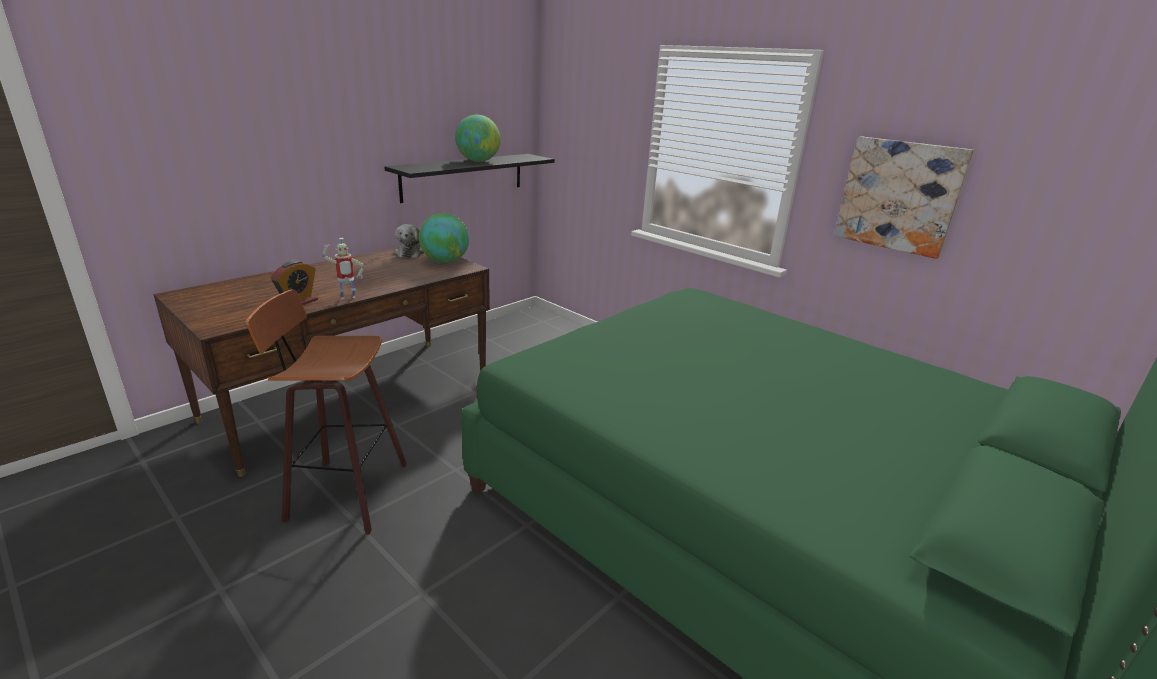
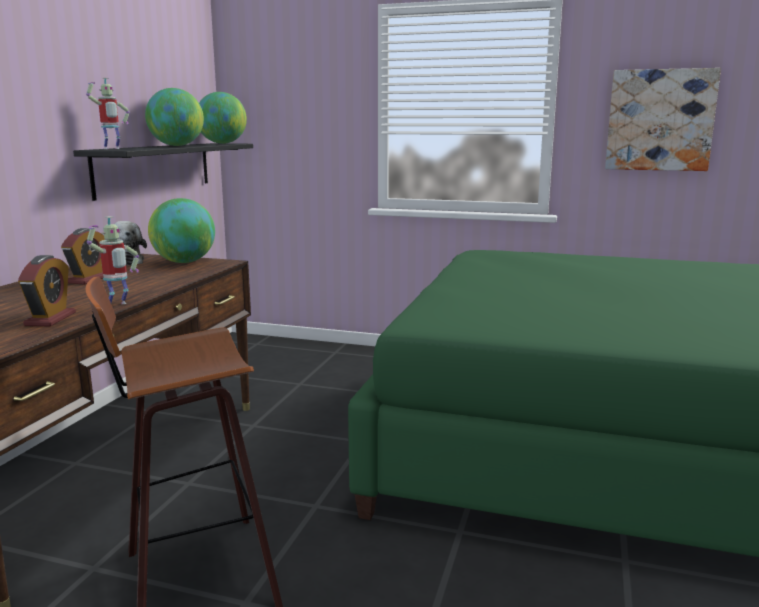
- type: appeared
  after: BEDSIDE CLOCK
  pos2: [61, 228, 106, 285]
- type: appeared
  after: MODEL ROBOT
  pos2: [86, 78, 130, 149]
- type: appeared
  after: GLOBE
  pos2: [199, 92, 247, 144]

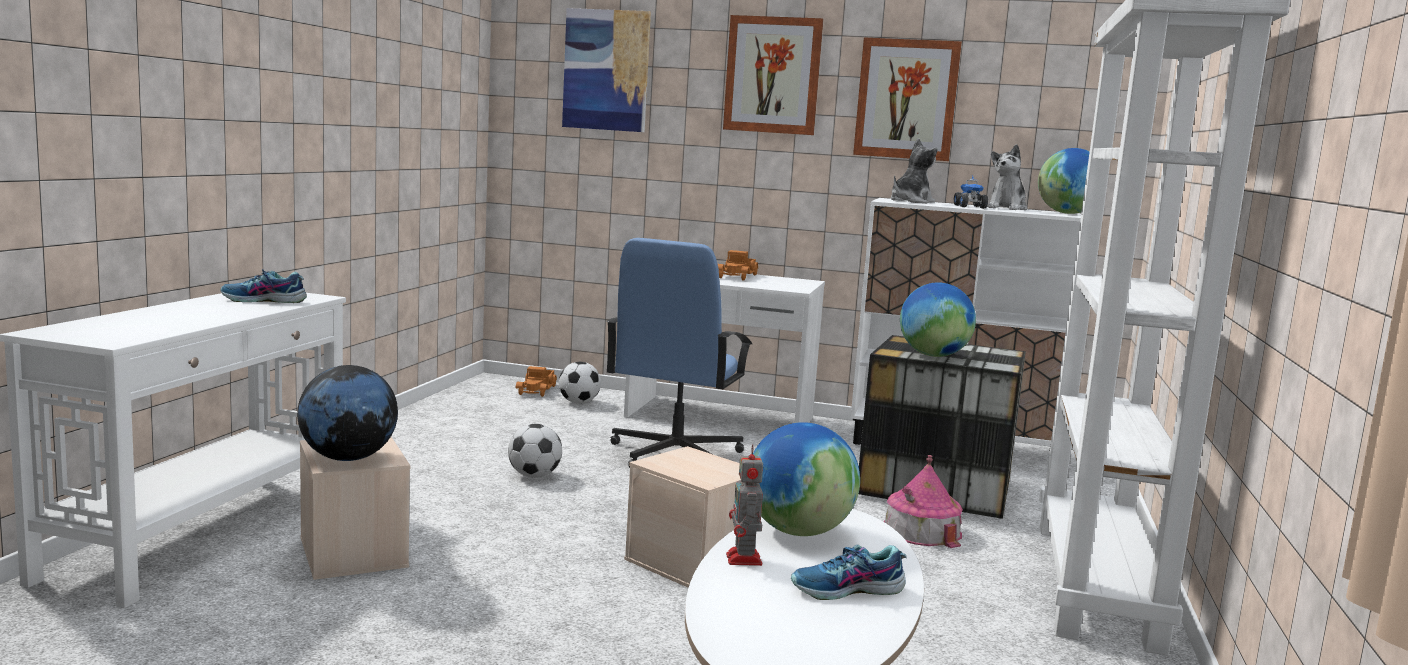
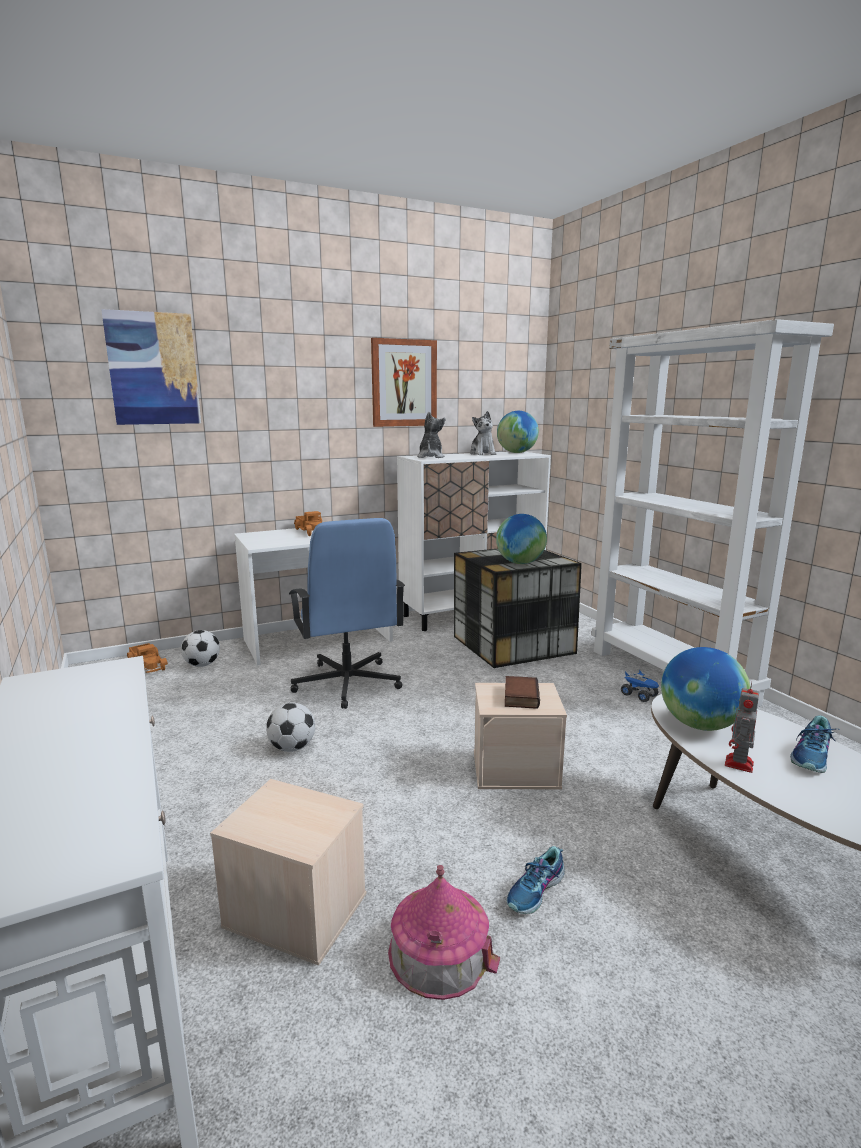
- type: relocated
  before: LOW SHOE
  pos1: [220, 269, 307, 303]
  pos2: [507, 846, 565, 914]
- type: missing
  before: GLOBE
  pos1: [297, 365, 398, 461]
- type: missing
  before: WALL ART
  pos1: [723, 15, 824, 135]
- type: spun
  before: MODEL ROBOT
  pos1: [726, 444, 763, 566]
  pos2: [725, 682, 759, 773]
  turn: 75
- type: relocated
  before: MINIATURE HOUSE
  pos1: [883, 455, 963, 548]
  pos2: [388, 865, 500, 1000]
- type: relocated
  before: TOY LORRY
  pos1: [954, 176, 988, 209]
  pos2: [621, 670, 659, 702]
- type: appeared
  after: BOOK
  pos2: [505, 676, 540, 709]

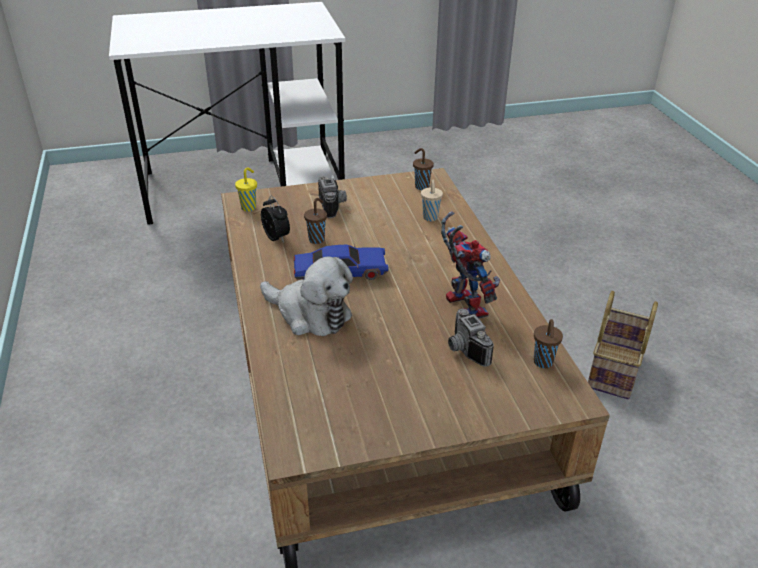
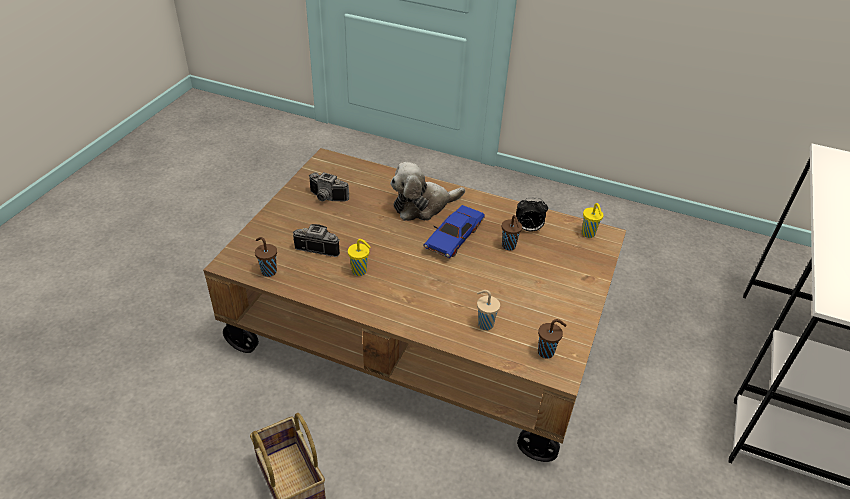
- type: relocated
  before: STILL CAMERA
  pos1: [318, 177, 347, 218]
  pos2: [309, 172, 349, 201]
- type: exchanged
  before: MODEL ROBOT
  after: YELLOWISH SMALL CUP
  pos1: [441, 211, 500, 319]
  pos2: [348, 239, 371, 276]

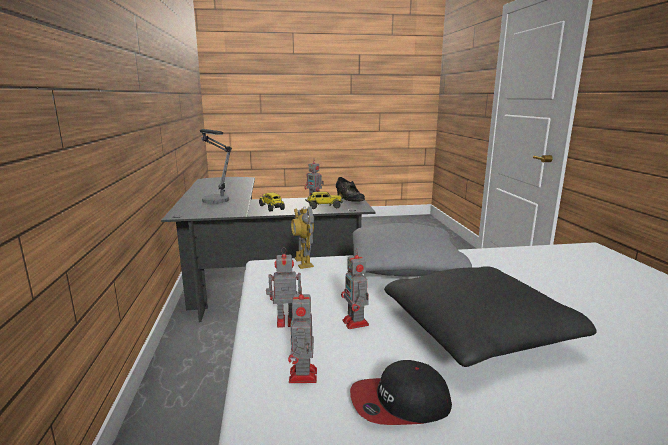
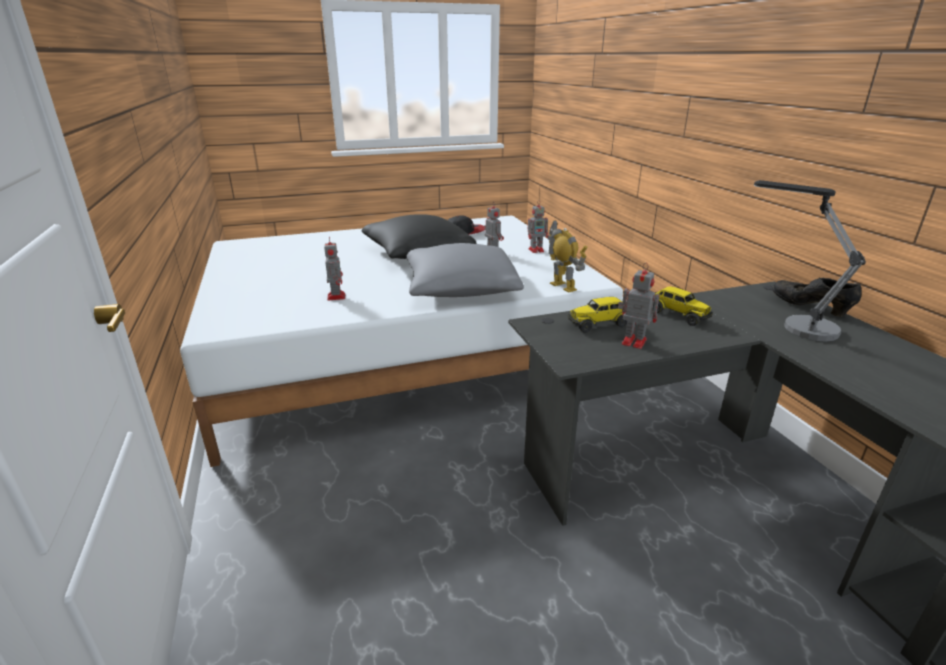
- type: relocated
  before: MODEL ROBOT
  pos1: [288, 287, 317, 383]
  pos2: [324, 237, 345, 300]
- type: relocated
  before: BLACKISH LOW SHOE
  pos1: [336, 177, 365, 202]
  pos2: [772, 278, 862, 317]

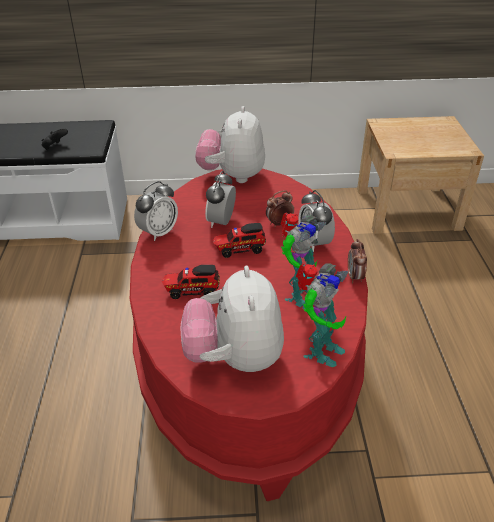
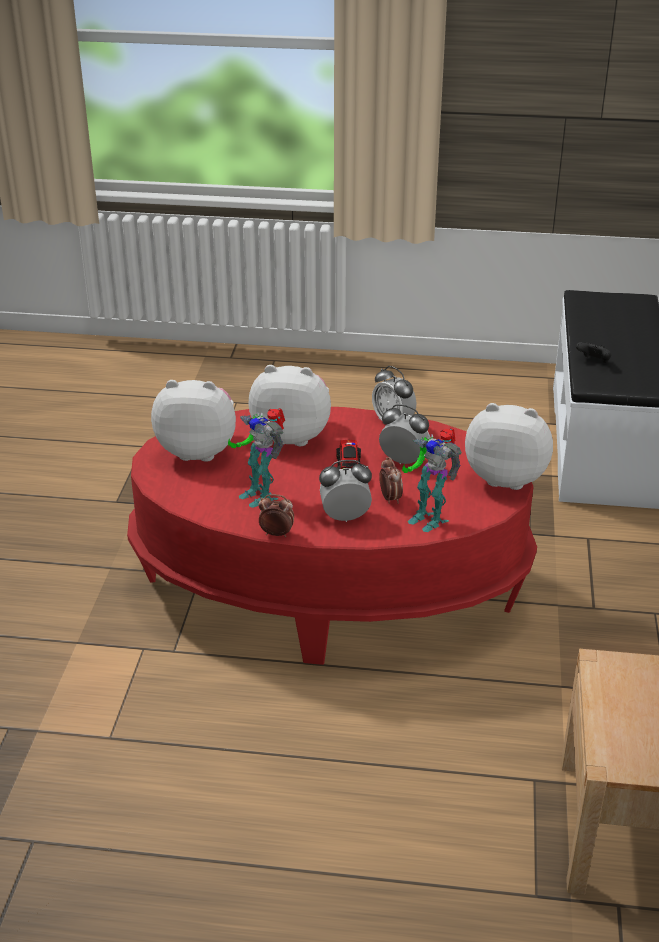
- type: exchanged
  before: TOY LORRY
  after: CUDDLY TOY
  pos1: [162, 265, 220, 299]
  pos2: [248, 365, 331, 446]
- type: relocated
  before: MODEL ROBOT
  pos1: [296, 263, 348, 367]
  pos2: [402, 428, 462, 532]

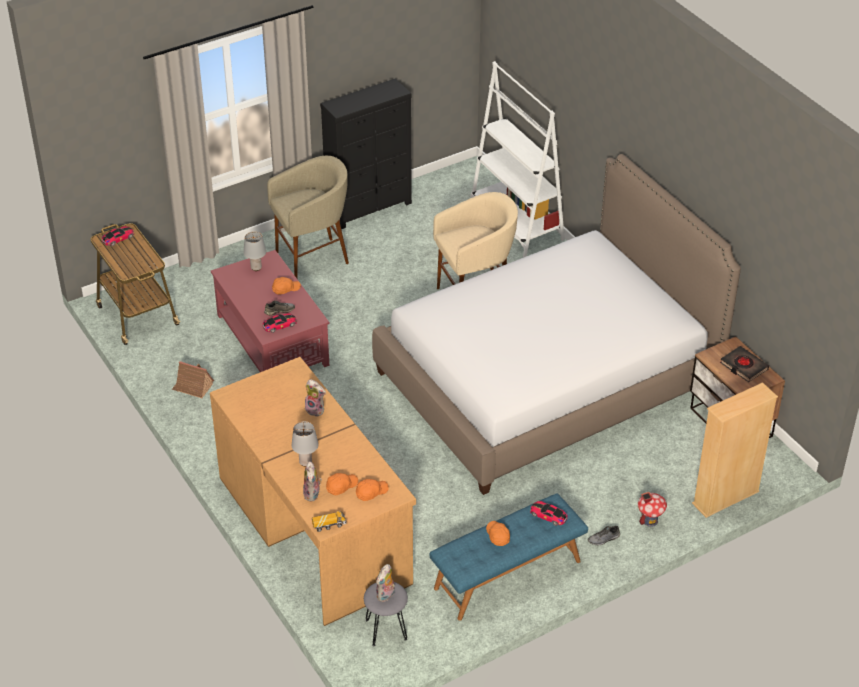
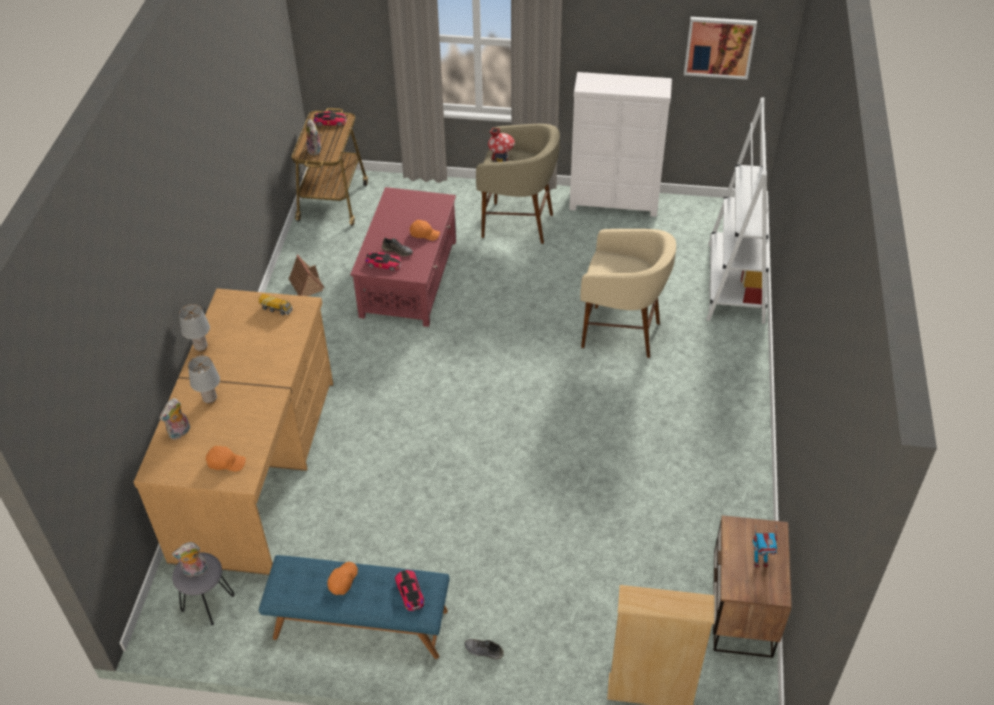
- type: relocated
  before: GRAY LAMP FOR A TABLE
  pos1: [244, 232, 266, 271]
  pos2: [179, 304, 210, 351]
- type: relocated
  before: CUDDLY TOY
  pos1: [305, 379, 326, 417]
  pos2: [306, 119, 322, 156]
- type: relocated
  before: TOY LORRY
  pos1: [312, 511, 346, 532]
  pos2: [258, 294, 293, 315]
- type: colour
  before: BLACKISH DRAWER CHEST
  after: WHITISH DRAWER CHEST
  pos1: [320, 78, 412, 229]
  pos2: [569, 72, 672, 217]
- type: missing
  before: ORANGE-COLOURED CAP
  pos1: [326, 473, 358, 495]
- type: missing
  before: BED
  pos1: [372, 154, 741, 495]
- type: relocated
  before: MINIATURE HOUSE
  pos1: [638, 492, 667, 527]
  pos2: [488, 127, 515, 162]
- type: exchanged
  before: BLACKISH BOOK
  after: MODEL ROBOT
  pos1: [720, 346, 769, 382]
  pos2: [753, 524, 777, 567]
- type: appeared
  after: WALL ART
  pos2: [684, 17, 757, 80]

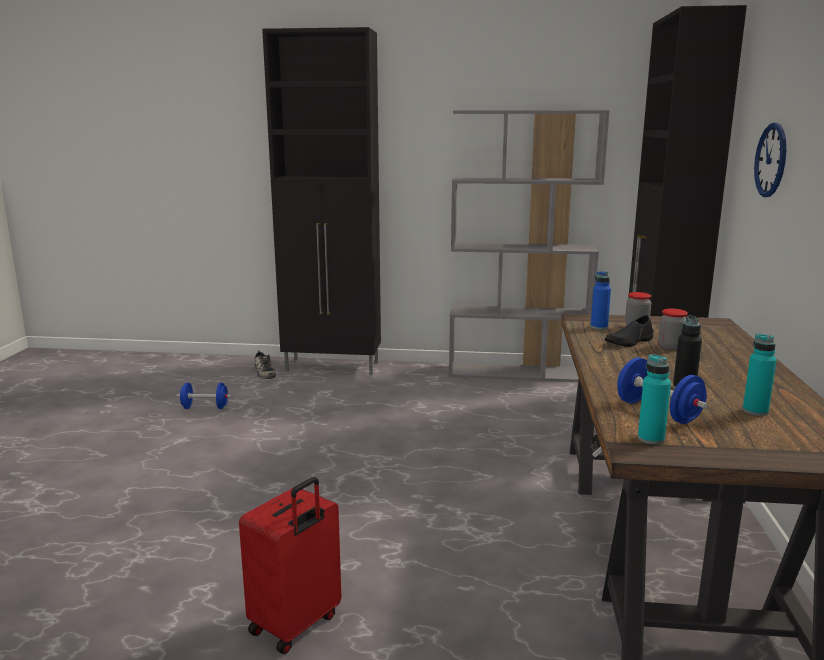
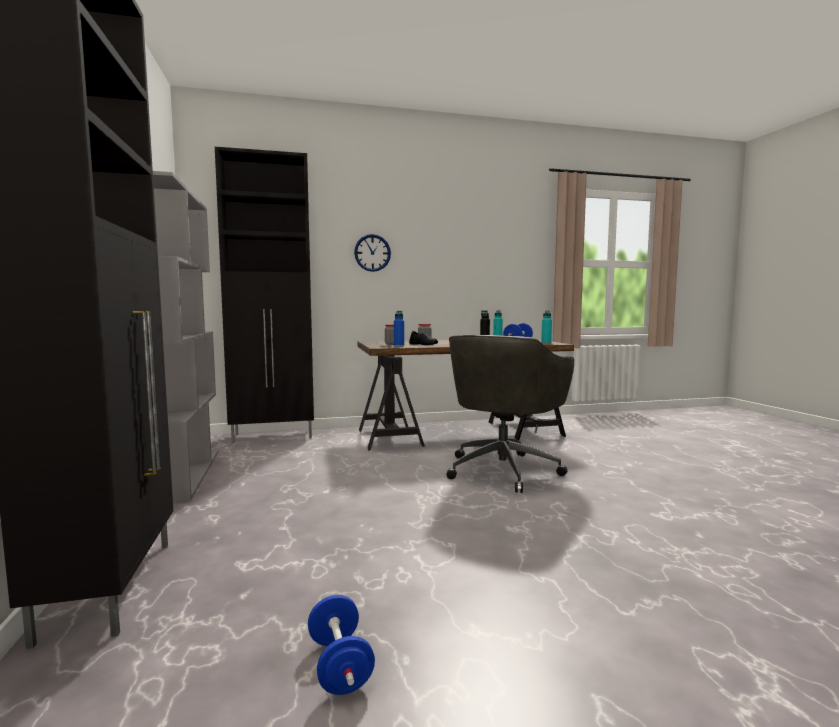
- type: missing
  before: REDDISH TRAVEL CASE
  pos1: [239, 477, 341, 654]
- type: missing
  before: LOW SHOE
  pos1: [254, 350, 276, 379]
- type: appeared
  after: GRAY OFFICE CHAIR
  pos2: [446, 335, 574, 493]

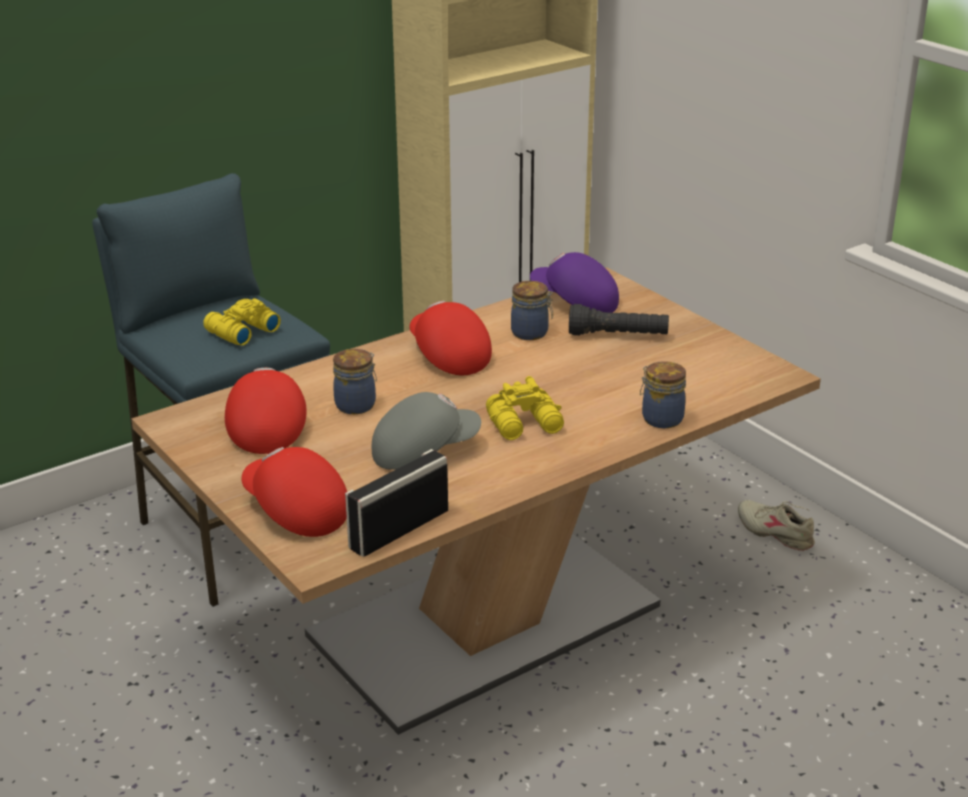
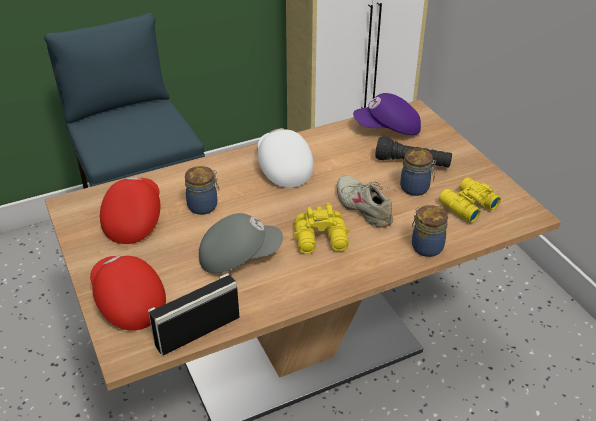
- type: relocated
  before: YELLOWISH FIELD GLASSES
  pos1: [203, 298, 281, 346]
  pos2: [439, 177, 501, 223]
- type: colour
  before: REDDISH CAP
  after: WHITISH CAP
  pos1: [410, 301, 492, 375]
  pos2: [258, 128, 314, 188]
- type: relocated
  before: JAR
  pos1: [511, 281, 553, 340]
  pos2: [400, 148, 436, 196]
- type: spun
  before: PURPLE CAP
  pos1: [530, 252, 619, 313]
  pos2: [353, 93, 421, 135]
  turn: -45
- type: relocated
  before: BEIGE LOW SHOE
  pos1: [738, 500, 815, 551]
  pos2: [337, 175, 397, 228]

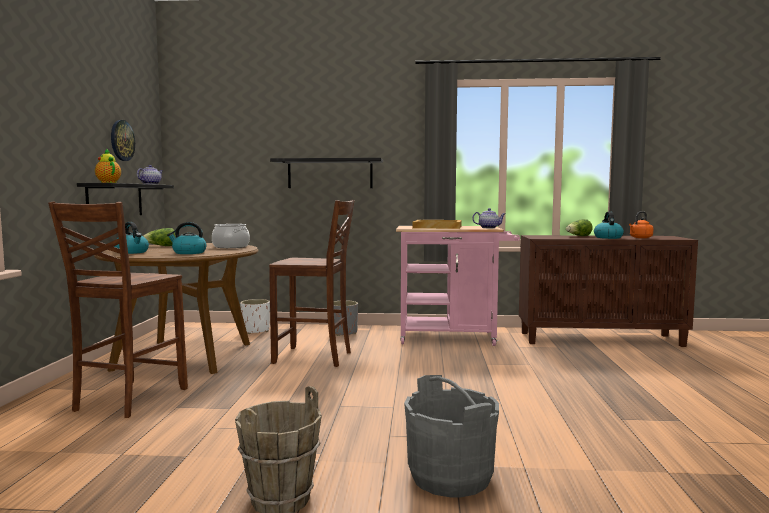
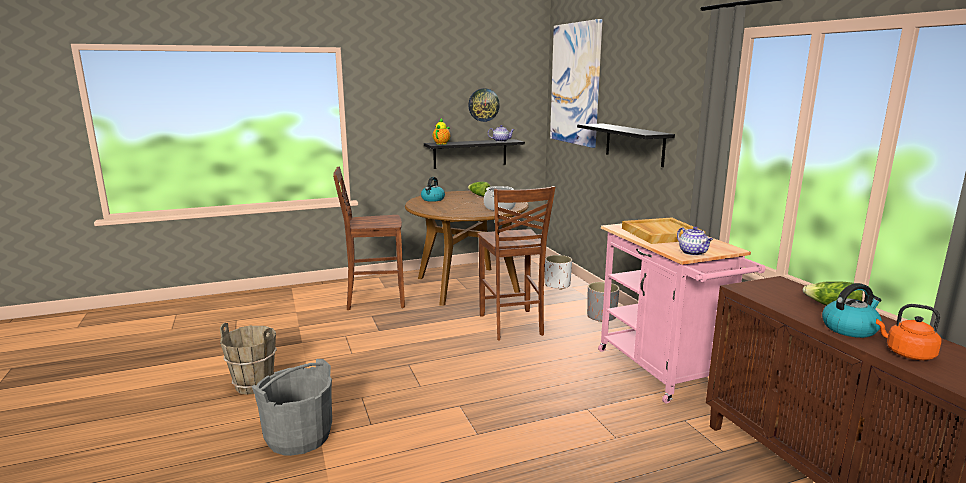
- type: missing
  before: TEA KETTLE
  pos1: [167, 222, 207, 254]
- type: appeared
  after: WALL ART
  pos2: [550, 19, 602, 148]

